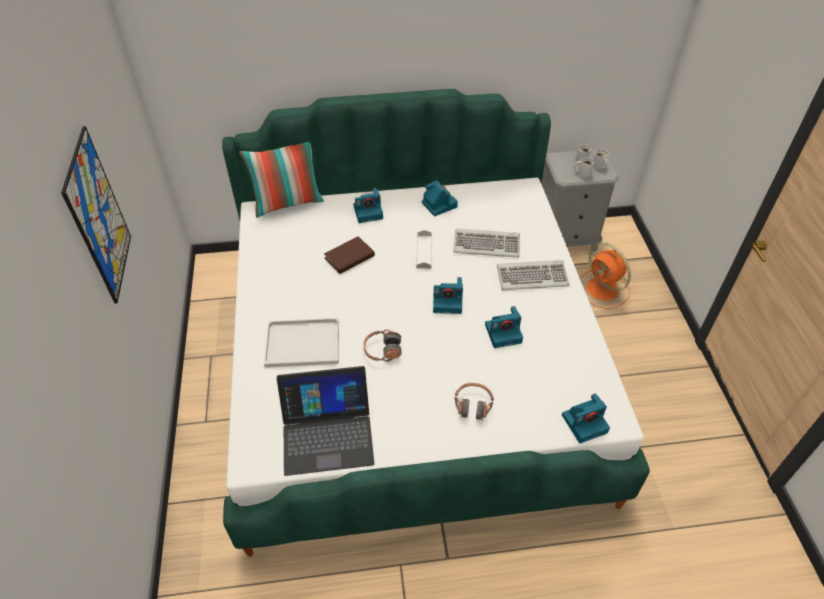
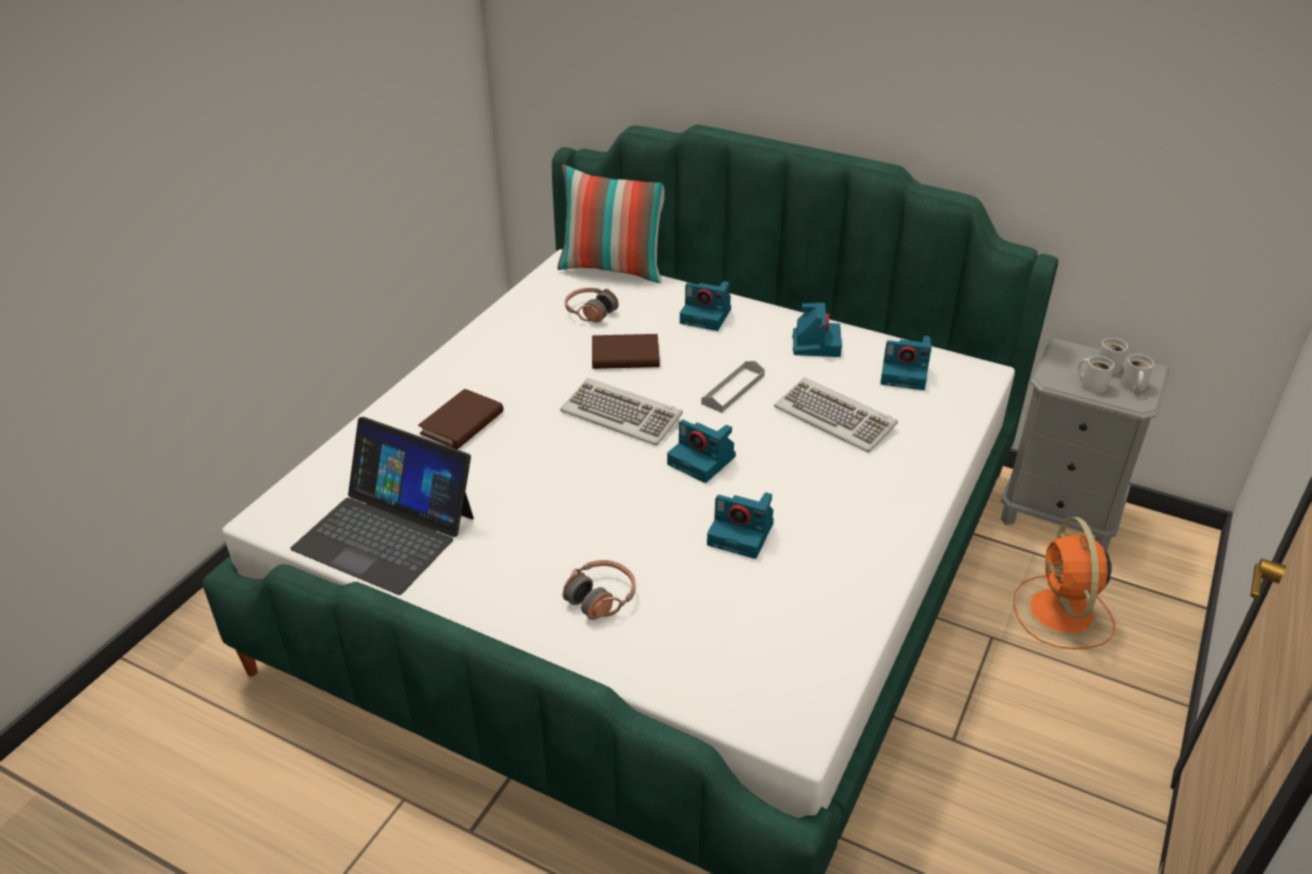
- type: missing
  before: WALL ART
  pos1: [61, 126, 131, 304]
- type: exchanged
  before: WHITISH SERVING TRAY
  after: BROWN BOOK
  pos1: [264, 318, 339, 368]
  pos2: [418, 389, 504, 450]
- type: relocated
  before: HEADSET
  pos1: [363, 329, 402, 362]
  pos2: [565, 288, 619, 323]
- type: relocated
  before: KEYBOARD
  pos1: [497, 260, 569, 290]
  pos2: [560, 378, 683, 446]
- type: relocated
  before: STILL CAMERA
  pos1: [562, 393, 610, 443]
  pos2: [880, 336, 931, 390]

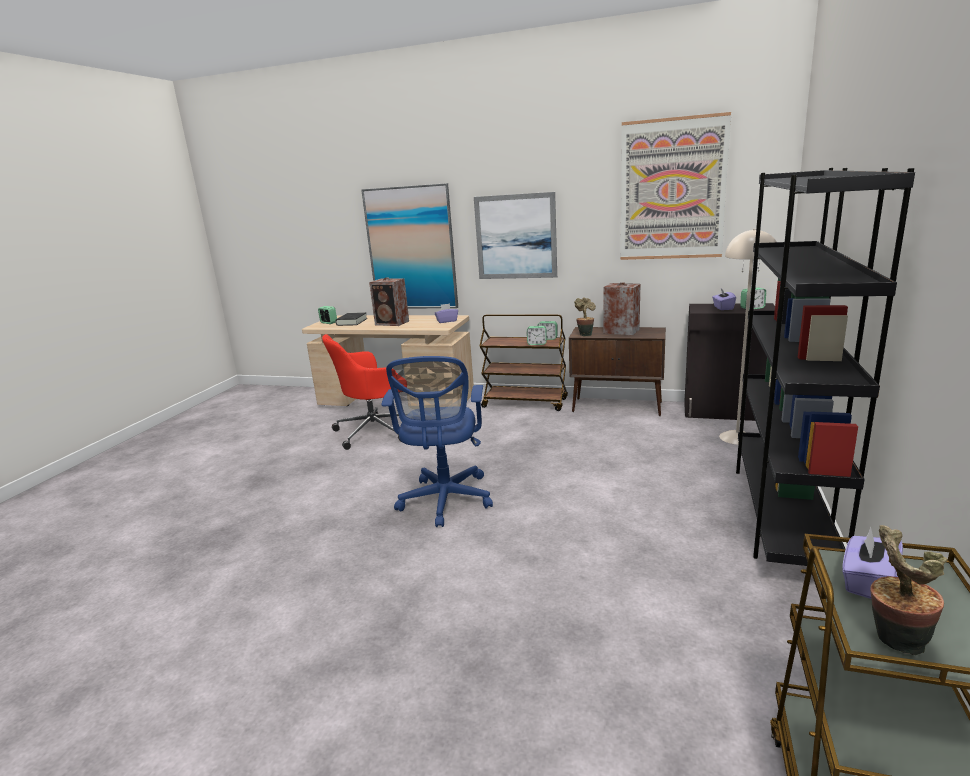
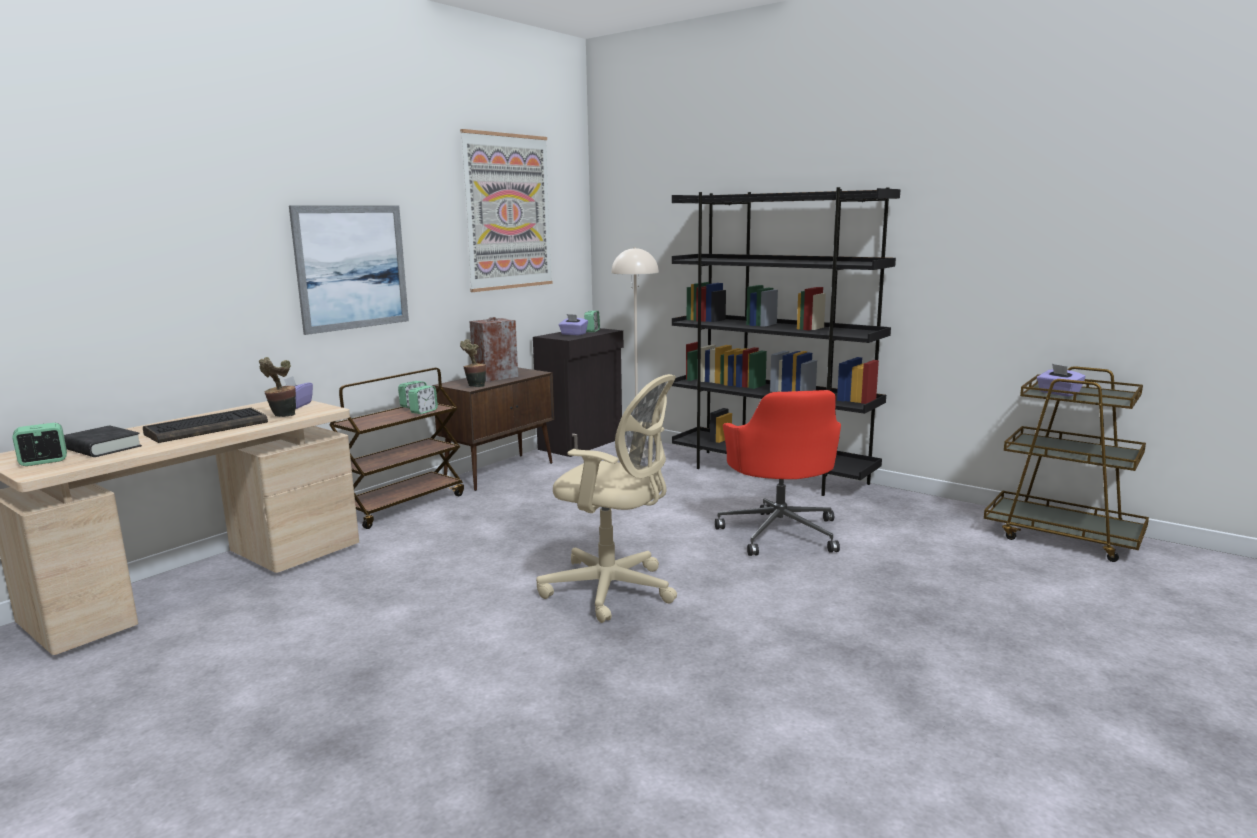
- type: relocated
  before: REDDISH OFFICE CHAIR
  pos1: [322, 334, 400, 450]
  pos2: [715, 390, 841, 556]
- type: missing
  before: WALL ART
  pos1: [361, 183, 458, 308]
- type: exchanged
  before: AUDIO SPEAKER
  after: KEYBOARD
  pos1: [369, 278, 409, 326]
  pos2: [143, 408, 268, 443]
- type: colour
  before: BLUE OFFICE CHAIR
  after: BEIGE OFFICE CHAIR
  pos1: [382, 356, 493, 527]
  pos2: [536, 374, 677, 623]
- type: relocated
  before: PLANT IN A POT
  pos1: [870, 525, 948, 656]
  pos2: [259, 357, 296, 417]

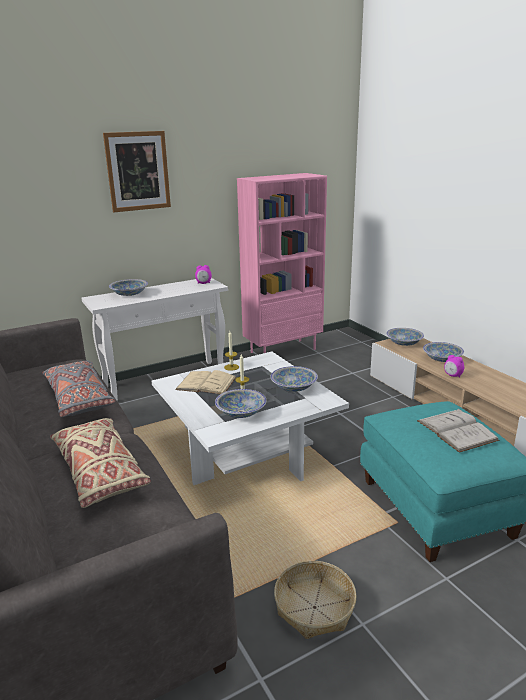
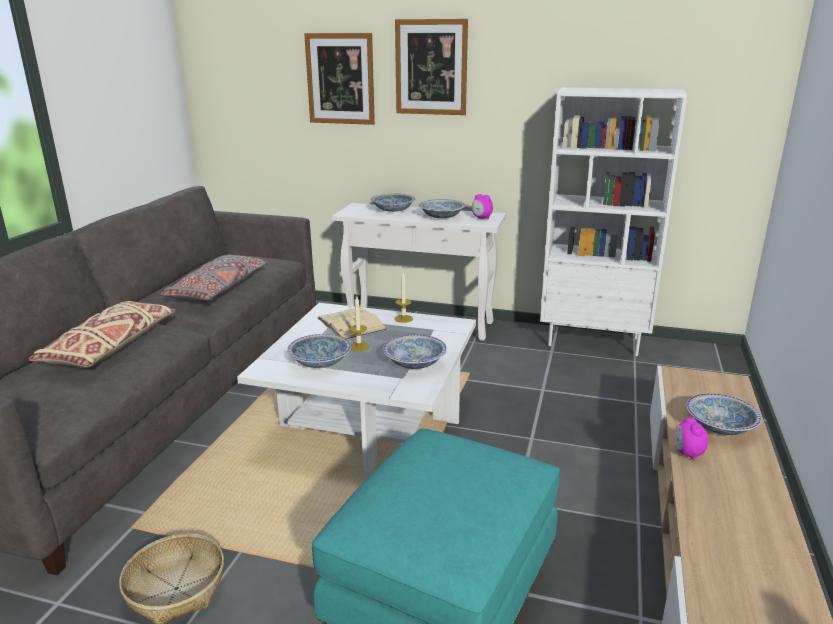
- type: colour
  before: PINK SHELVING UNIT
  after: WHITISH SHELVING UNIT
  pos1: [237, 173, 327, 353]
  pos2: [540, 87, 687, 356]
- type: relocated
  before: BOWL
  pos1: [386, 328, 424, 346]
  pos2: [419, 199, 465, 218]
- type: missing
  before: WHITISH BOOK
  pos1: [417, 408, 500, 453]
- type: appeared
  after: WALL ART
  pos2: [304, 33, 375, 125]

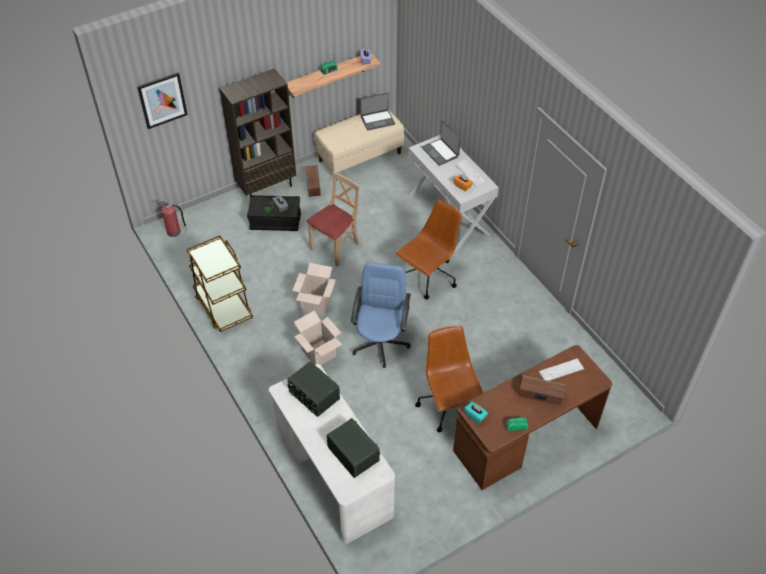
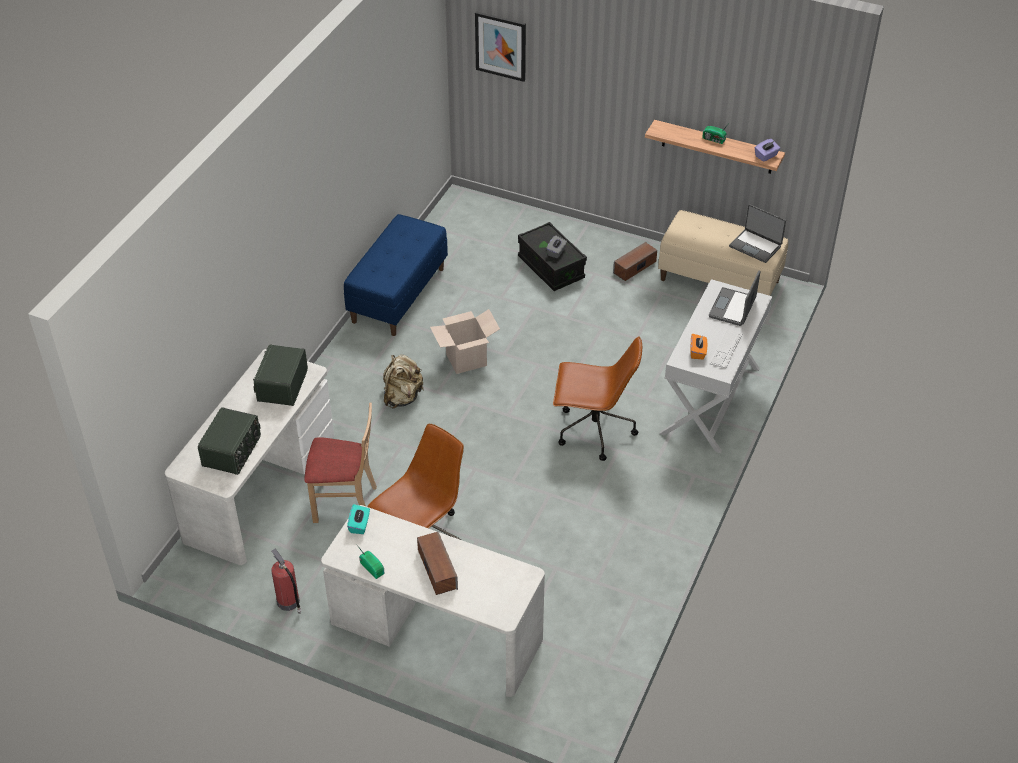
- type: relocated
  before: EXTINGUISHER
  pos1: [158, 201, 187, 237]
  pos2: [271, 549, 302, 614]
- type: exchanged
  before: BROWN TROLLEY
  after: BLUE LONG SEAT
  pos1: [187, 235, 253, 332]
  pos2: [344, 214, 448, 336]
- type: missing
  before: BROWN SHELVING UNIT
  pos1: [219, 68, 296, 197]
- type: exchanged
  before: PACKING BOX
  after: BEIGE BACKPACK
  pos1: [294, 310, 342, 365]
  pos2: [383, 355, 424, 409]
- type: relocated
  before: BEIGE UPRIGHT CHAIR
  pos1: [306, 172, 360, 267]
  pos2: [304, 403, 377, 523]
- type: missing
  before: BLUE OFFICE CHAIR
  pos1: [351, 262, 411, 368]
- type: colour
  before: BROWN DESK
  after: WHITISH DESK
  pos1: [453, 345, 612, 490]
  pos2: [321, 505, 545, 697]
- type: missing
  before: KEYBOARD
  pos1: [539, 359, 584, 381]

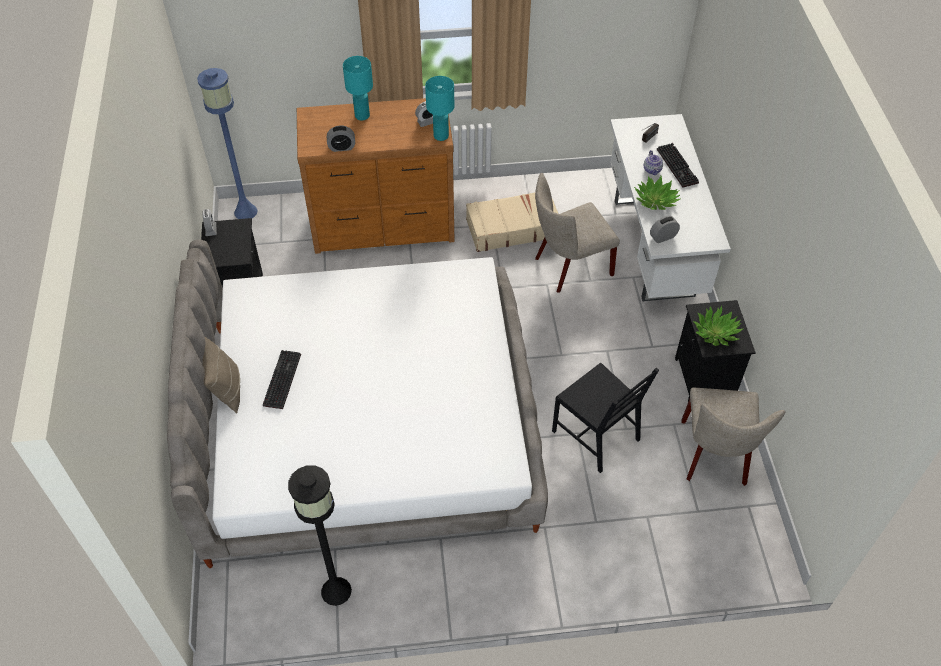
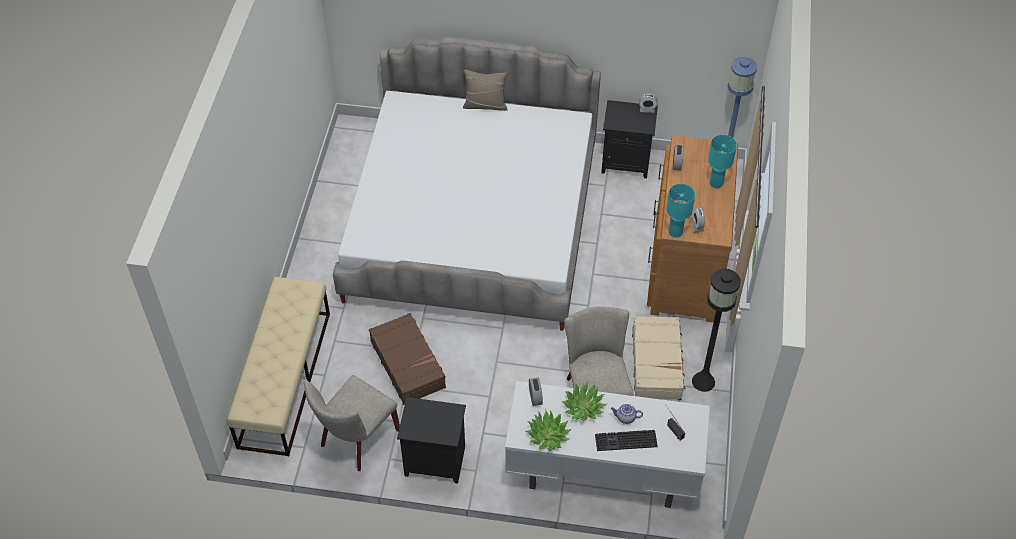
- type: missing
  before: KEYBOARD
  pos1: [263, 350, 301, 409]
- type: relocated
  before: BLACKISH FLOOR LAMP
  pos1: [288, 465, 352, 606]
  pos2: [692, 268, 741, 392]
- type: exchanged
  before: BLACKISH UPRIGHT CHAIR
  after: BROWN TRAVEL CASE
  pos1: [552, 363, 659, 473]
  pos2: [369, 313, 446, 405]
- type: spun
  before: BEIGE UPRIGHT CHAIR
  pos1: [681, 388, 786, 486]
  pos2: [304, 375, 400, 471]
  turn: -75
- type: relocated
  before: PLANT IN A POT
  pos1: [693, 306, 743, 346]
  pos2: [525, 409, 571, 451]
- type: appeared
  after: BEIGE LONG SEAT
  pos2: [226, 277, 330, 456]

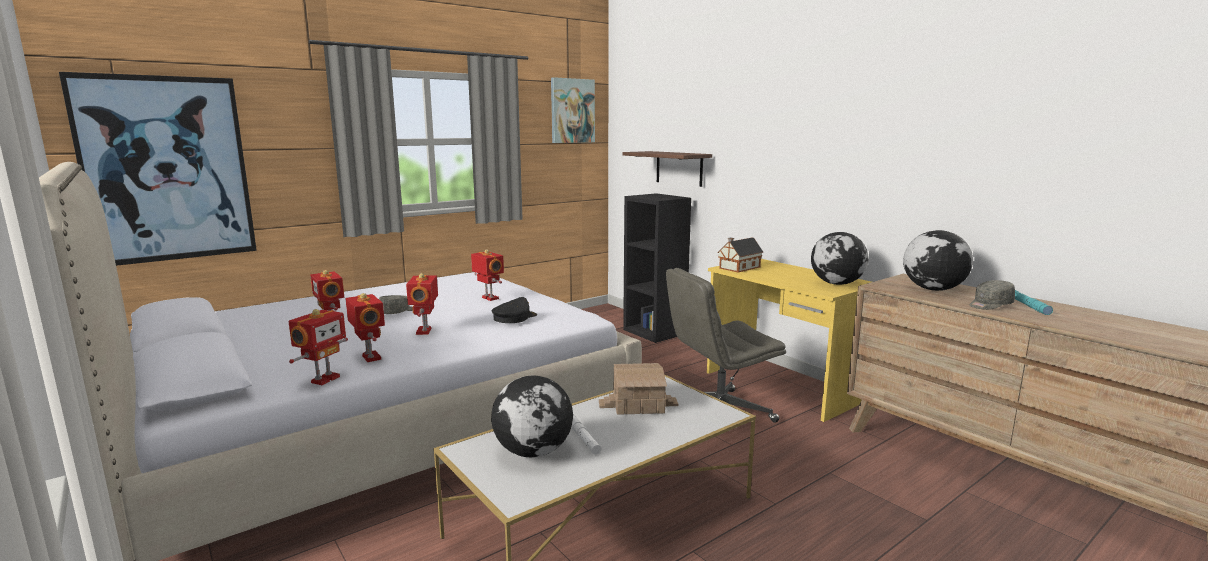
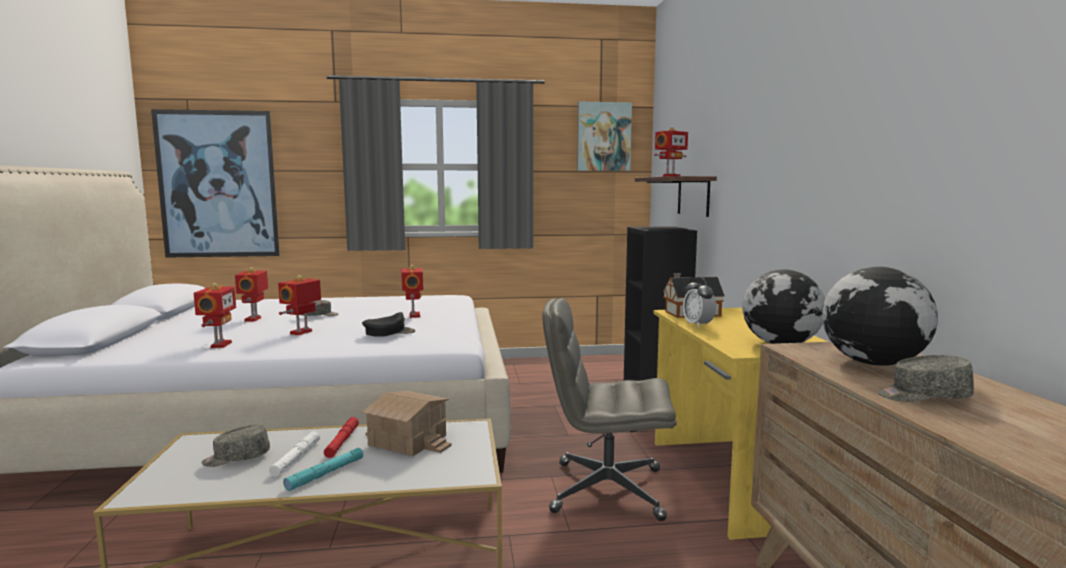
- type: relocated
  before: MODEL ROBOT
  pos1: [288, 309, 348, 385]
  pos2: [654, 127, 688, 177]
- type: exchanged
  before: GLOBE
  after: GRAY CAP
  pos1: [491, 376, 573, 457]
  pos2: [201, 425, 270, 467]
- type: relocated
  before: TURQUOISE FLASHLIGHT
  pos1: [1015, 290, 1053, 315]
  pos2: [283, 448, 363, 491]
- type: appeared
  after: REDDISH FLASHLIGHT
  pos2: [324, 417, 359, 458]
- type: appeared
  after: BEDSIDE CLOCK
  pos2: [683, 277, 716, 328]

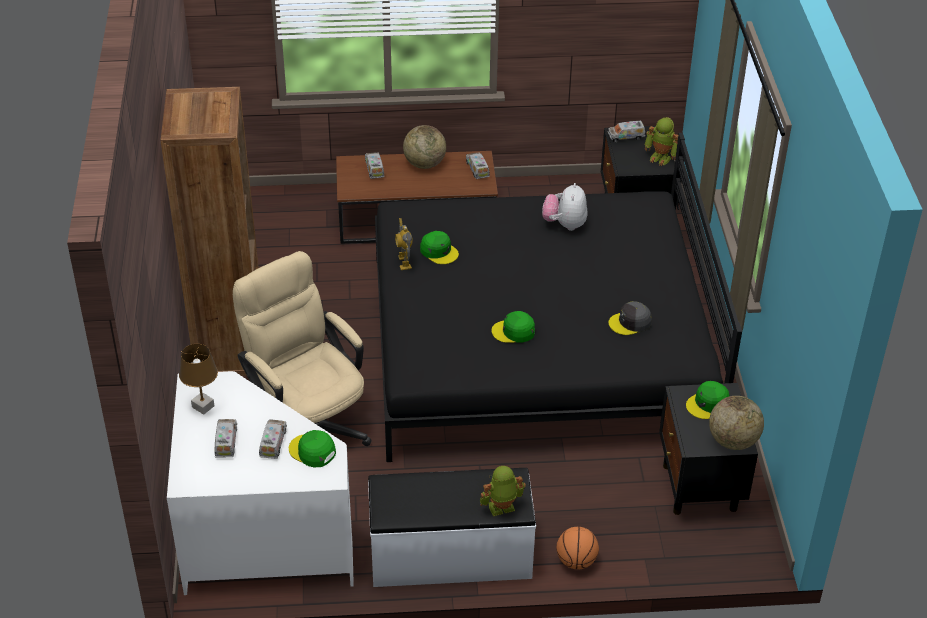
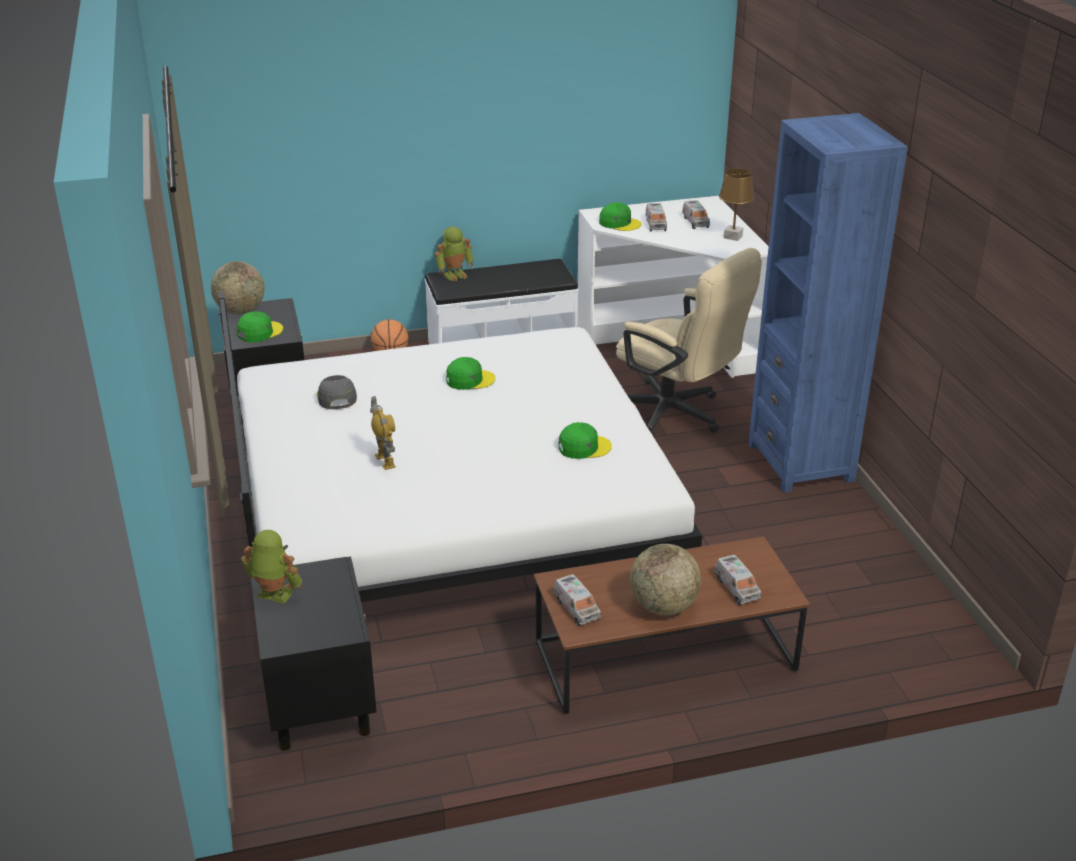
- type: colour
  before: BROWN SHELVING UNIT
  after: BLUE SHELVING UNIT
  pos1: [160, 87, 259, 376]
  pos2: [748, 113, 908, 493]
- type: colour
  before: BLACKISH BED
  after: WHITISH BED
  pos1: [375, 133, 742, 462]
  pos2: [218, 292, 702, 602]
- type: relocated
  before: MODEL ROBOT
  pos1: [395, 218, 413, 270]
  pos2: [370, 396, 396, 470]
- type: spun
  before: GREEN-COLOURED CAP
  pos1: [420, 231, 459, 264]
  pos2: [558, 422, 612, 459]
  turn: 135
- type: missing
  before: CUDDLY TOY
  pos1: [542, 183, 587, 231]
- type: missing
  before: TOY LORRY
  pos1: [608, 121, 645, 142]
- type: spun
  before: GRAY CAP
  pos1: [609, 301, 652, 335]
  pos2: [317, 375, 357, 409]
  turn: -75

